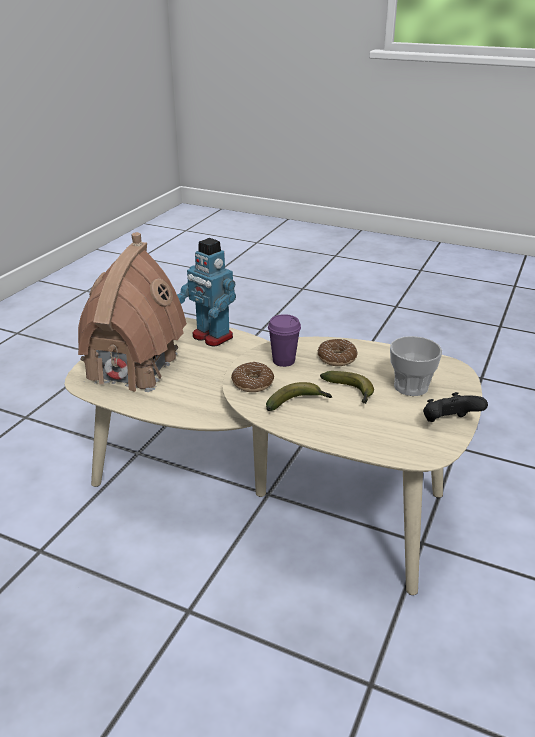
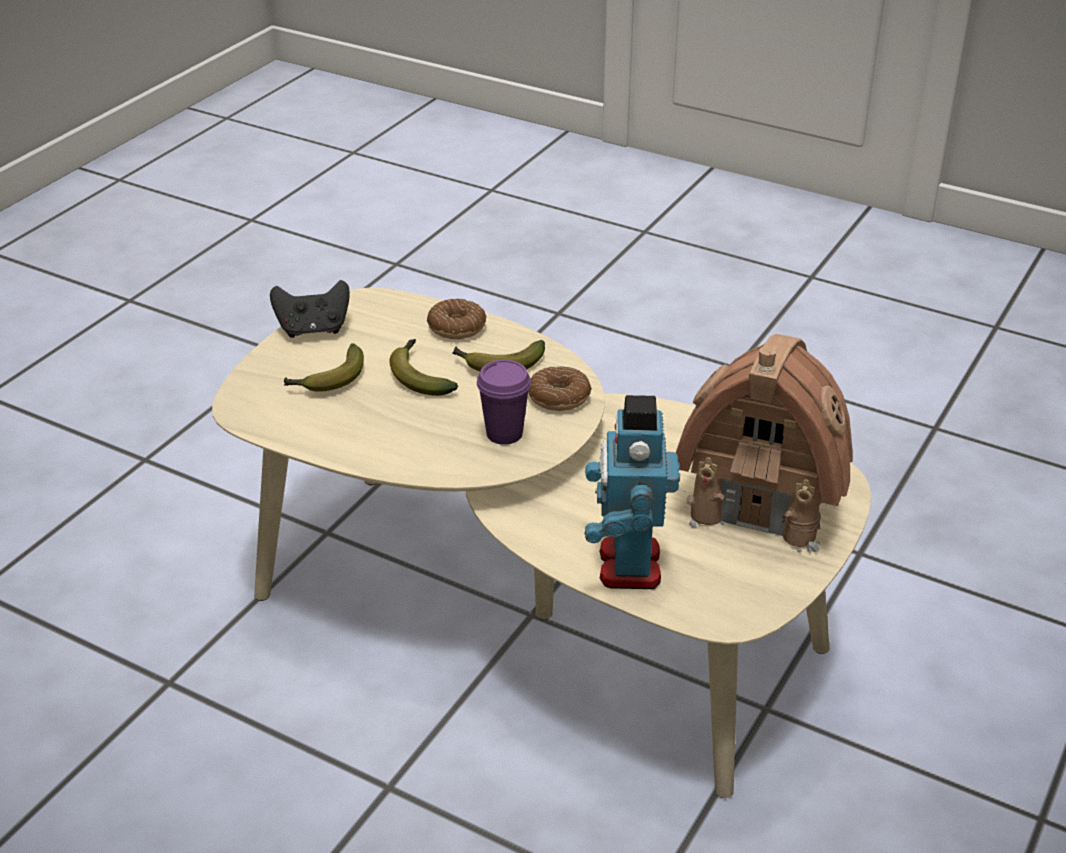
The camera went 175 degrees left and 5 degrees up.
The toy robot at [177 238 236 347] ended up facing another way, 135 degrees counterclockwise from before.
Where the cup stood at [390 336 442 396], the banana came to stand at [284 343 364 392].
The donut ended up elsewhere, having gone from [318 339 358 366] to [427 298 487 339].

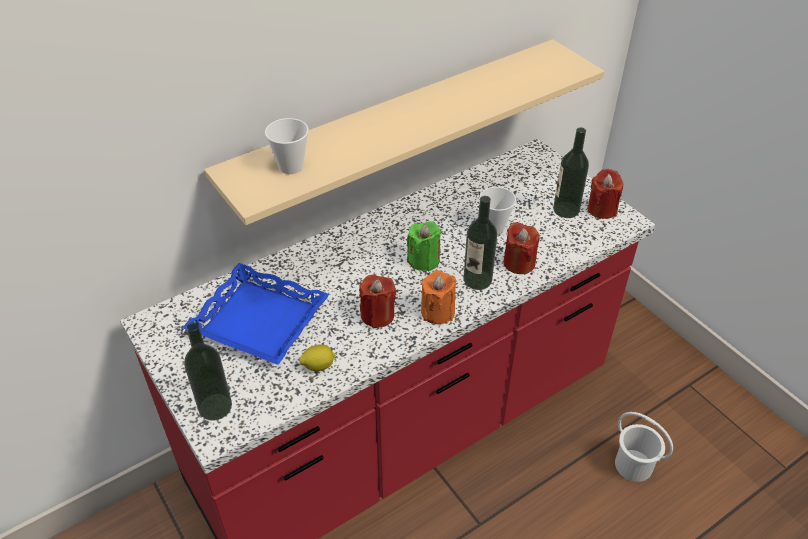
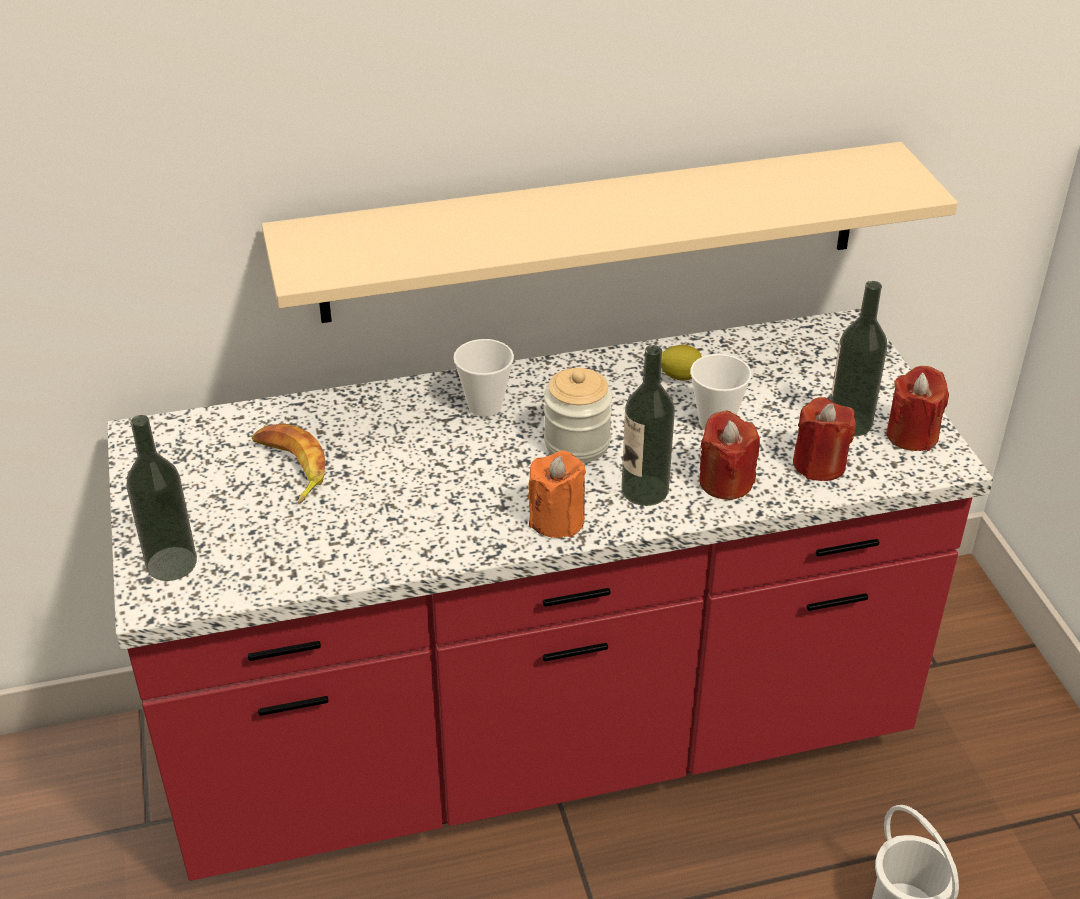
The camera went 20 degrees right and 5 degrees down.
The cup ended up elsewhere, having gone from [265 118 309 174] to [453 339 514 416].
Where the candle in green stood at [407 221 441 271], the jar came to stand at [544 368 612 463].
Where the tray in blue stood at [182 263 329 365], the banana came to stand at [252 423 325 504].
The candle in red ended up elsewhere, having gone from [359 275 396 328] to [793 397 856 481].
The lemon ended up elsewhere, having gone from [299 344 335 371] to [661 345 702 380].

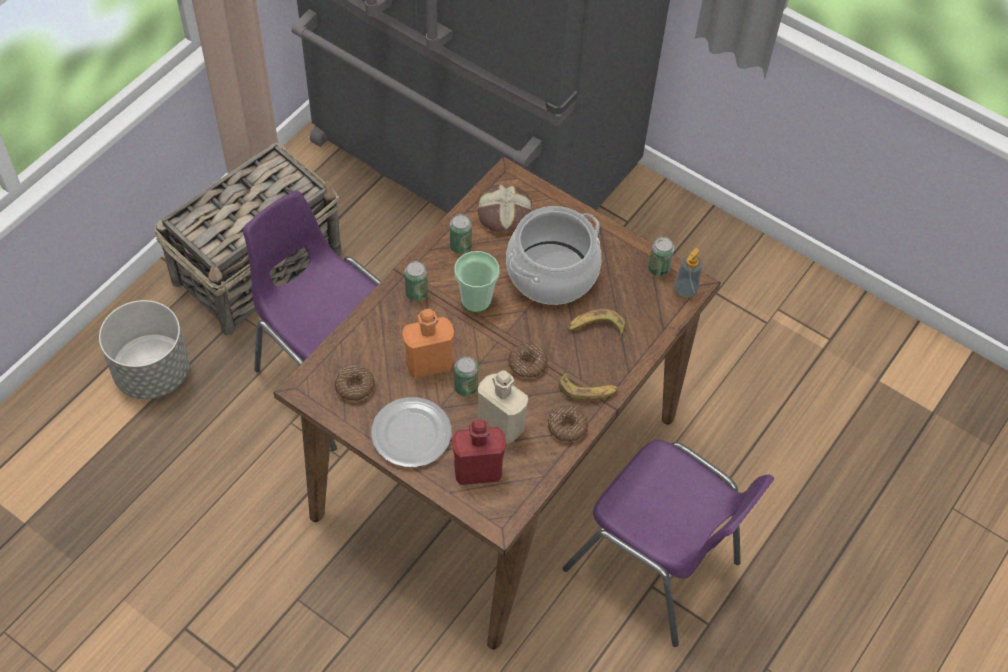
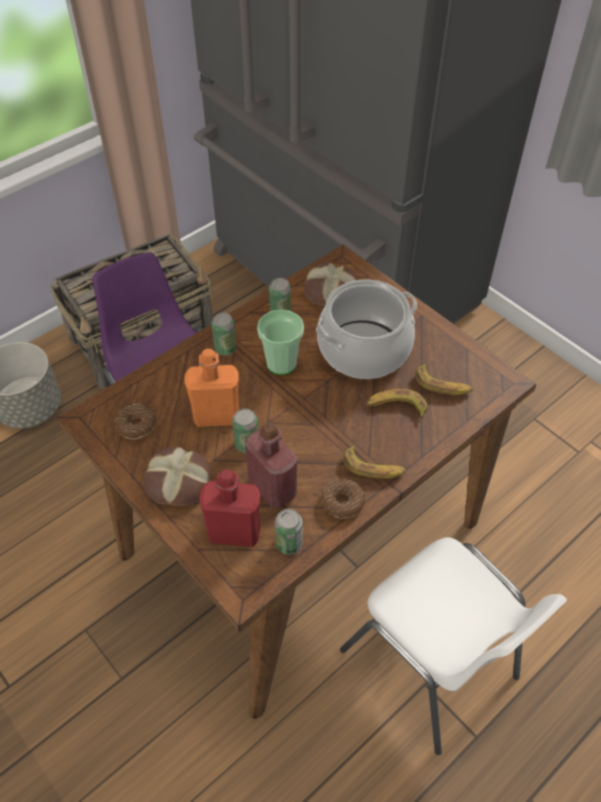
The camera went 15 degrees right and 5 degrees down.
The can ended up elsewhere, having gone from [648 237 674 276] to [275 509 303 555].
The second view lost the soap dispenser at [674 248 702 299].
The second view lost the donut at [508 343 548 378].
What was the bottle in beige at [478 371 528 444] turned into the bottle in red at [245 422 297 508].
Where the plate stood at [371 397 452 467], the bread came to stand at [144 447 212 506].
What was the chair in purple at [562 440 774 647] turned into the chair in white at [340 537 567 755].
The second view gained the banana at [415 363 473 395].

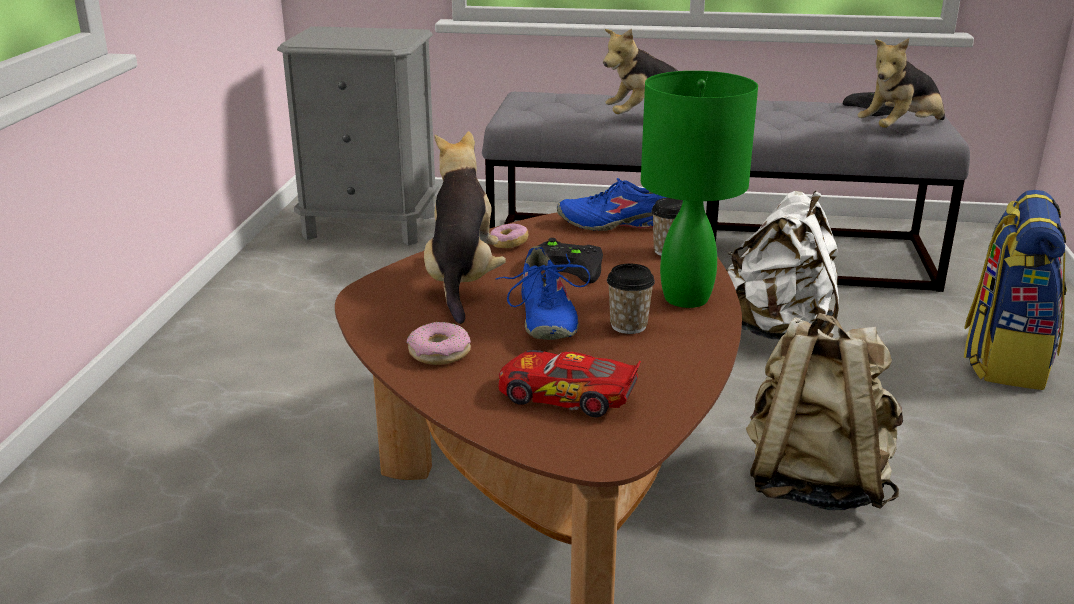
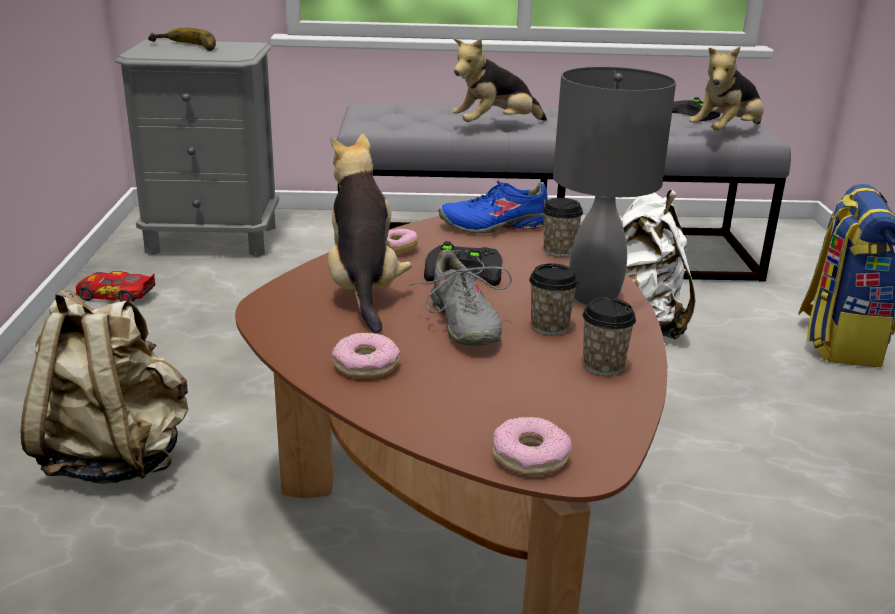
The camera went 10 degrees left and 0 degrees up.
What was the table lamp in green at [641 71 758 308] turned into the table lamp in grey at [553 67 676 305].
What was the shoe in blue at [496 246 590 340] turned into the shoe in grey at [410 249 512 346].
The backpack in beige ended up elsewhere, having gone from [746 313 903 510] to [20 289 188 484].
The toy car ended up elsewhere, having gone from [499 350 641 417] to [76 271 155 302].
The second view gained the banana at [148 28 216 51].
The second view gained the cup at [582 298 636 376].
The second view gained the donut at [493 417 572 476].

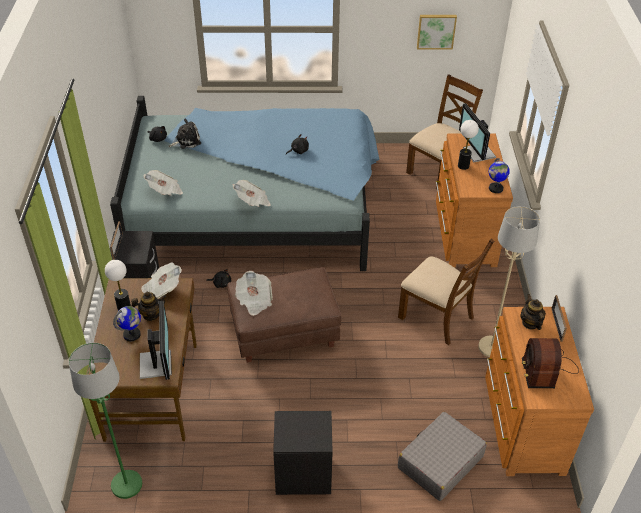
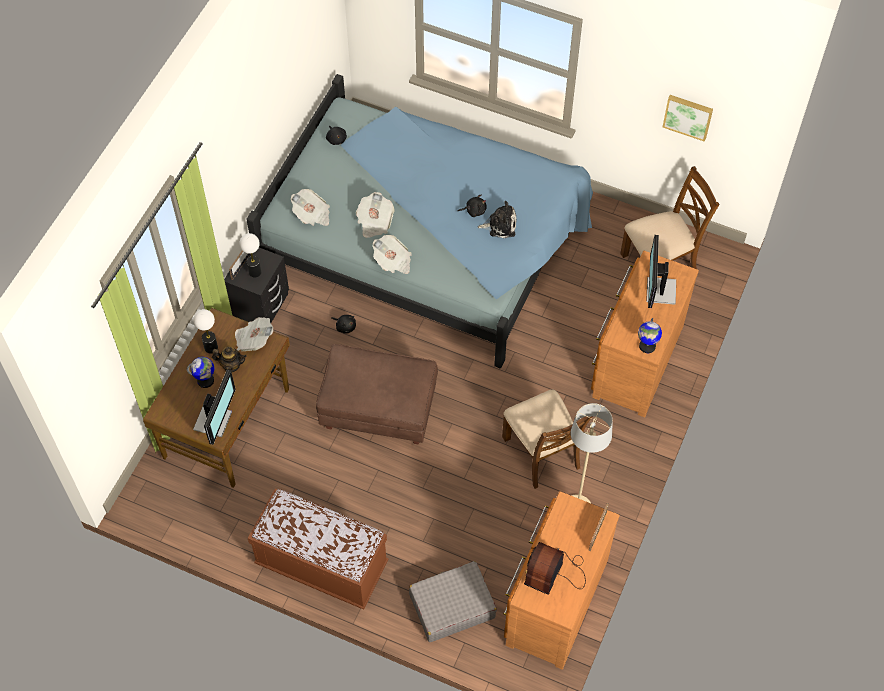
The camera went 25 degrees right and 15 degrees up.
The plush toy ended up elsewhere, having gone from [168 119 201 149] to [478 201 517 238].
The table lamp ended up elsewhere, having gone from [458 120 479 170] to [240 233 262 278].
The newspaper ended up elsewhere, having gone from [235 271 272 316] to [356 192 395 238].
The second view lost the teapot at [520 294 546 330].
The second view lost the floor lamp in green at [69 343 142 499].
Where the nightstand in black stood at [273 411 333 495], the bench in brown came to stand at [248 489 389 610].

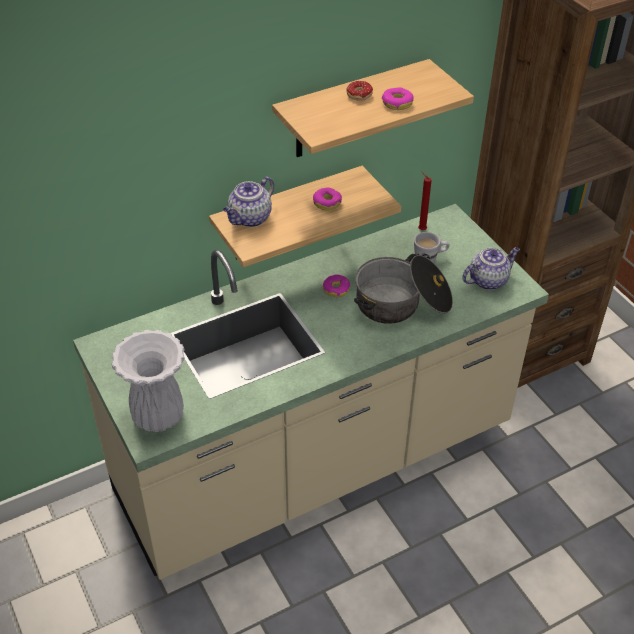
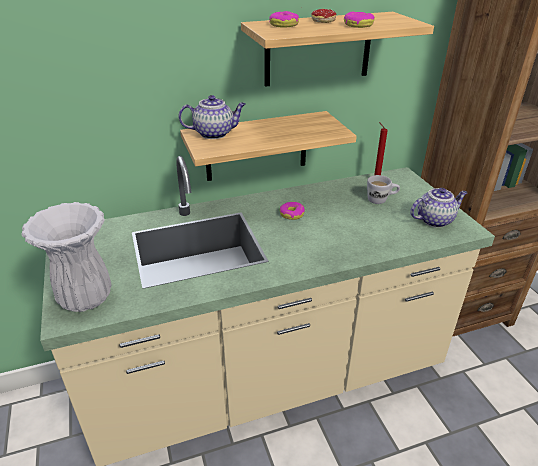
The camera went 10 degrees right and 10 degrees down.
The teapot at [223 177 274 227] ended up facing another way, 150 degrees counterclockwise from before.
The donut ended up elsewhere, having gone from [313 187 342 211] to [269 11 299 28].
The second view lost the cooking pot at [354 254 453 324].

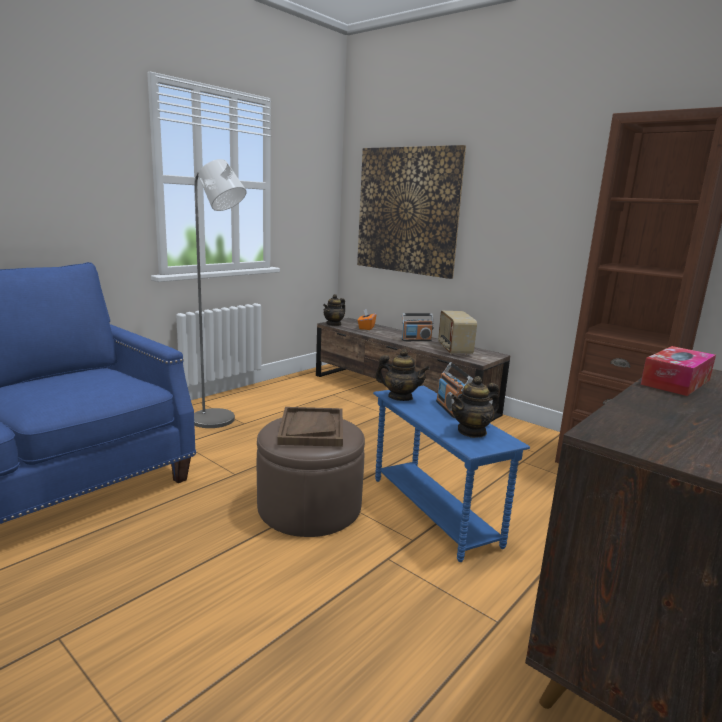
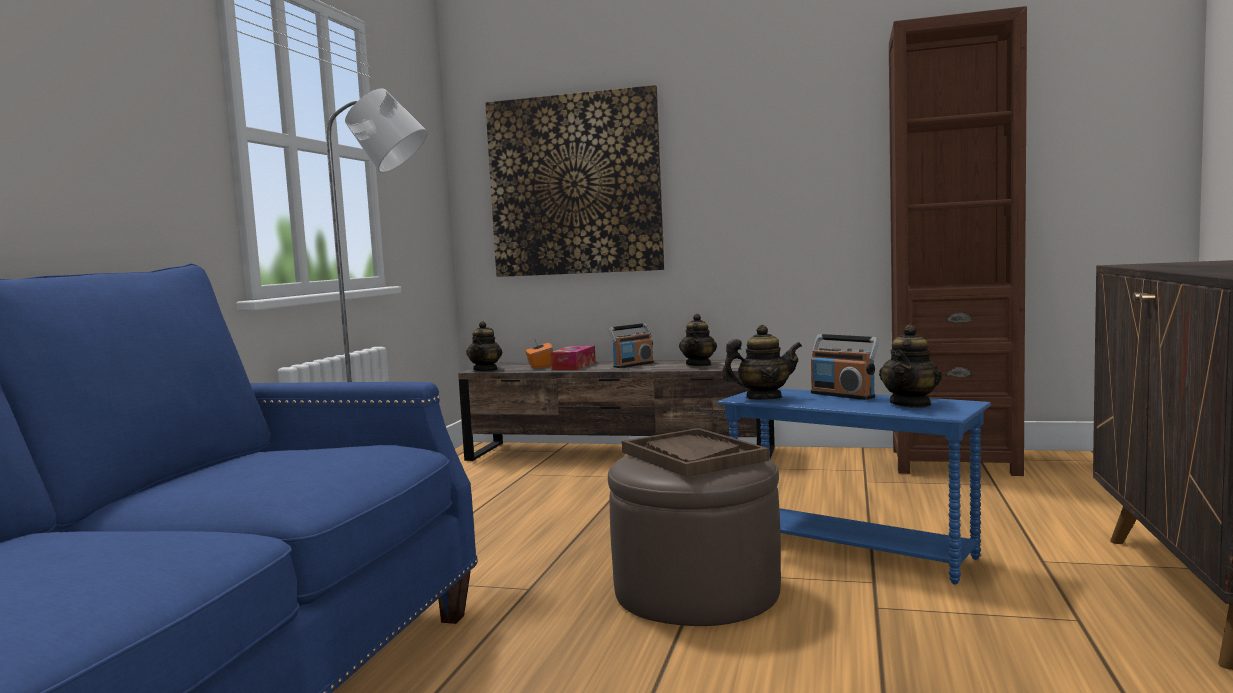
The camera went 25 degrees left and 10 degrees down.
Where the radio stood at [438 311 477 355], the teapot came to stand at [679 314 717 366].
The tissue box ended up elsewhere, having gone from [641 346 716 396] to [550 346 596 370].

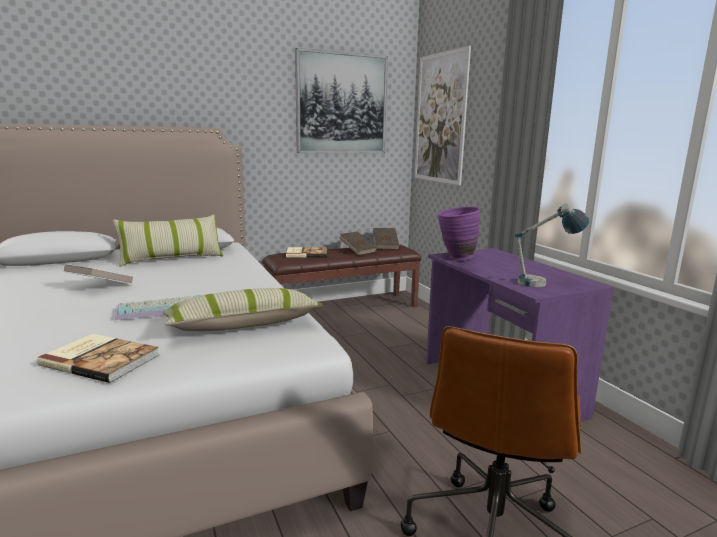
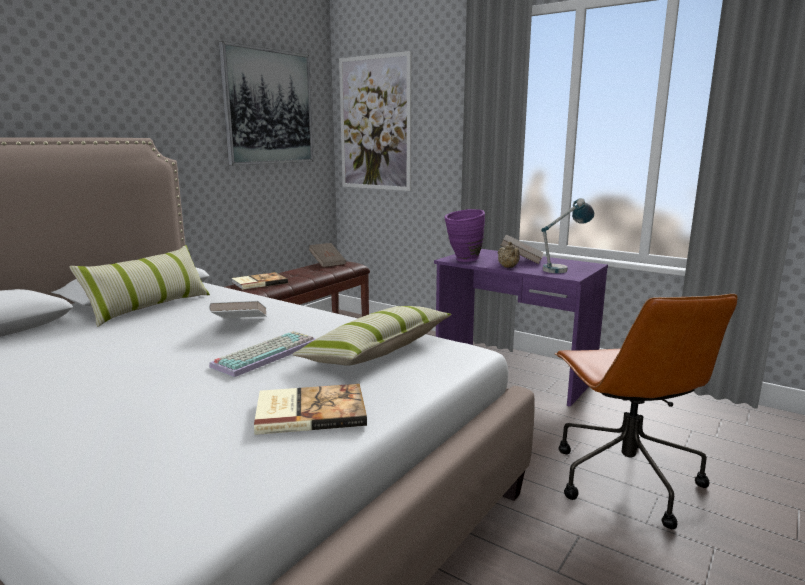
The camera went 30 degrees left and 0 degrees up.
The book in brown ended up elsewhere, having gone from [339 231 377 255] to [501 234 543 264].
The book in white ended up elsewhere, having gone from [63 264 134 284] to [209 301 267 318].
The second view gained the teapot in beige at [498 242 520 268].

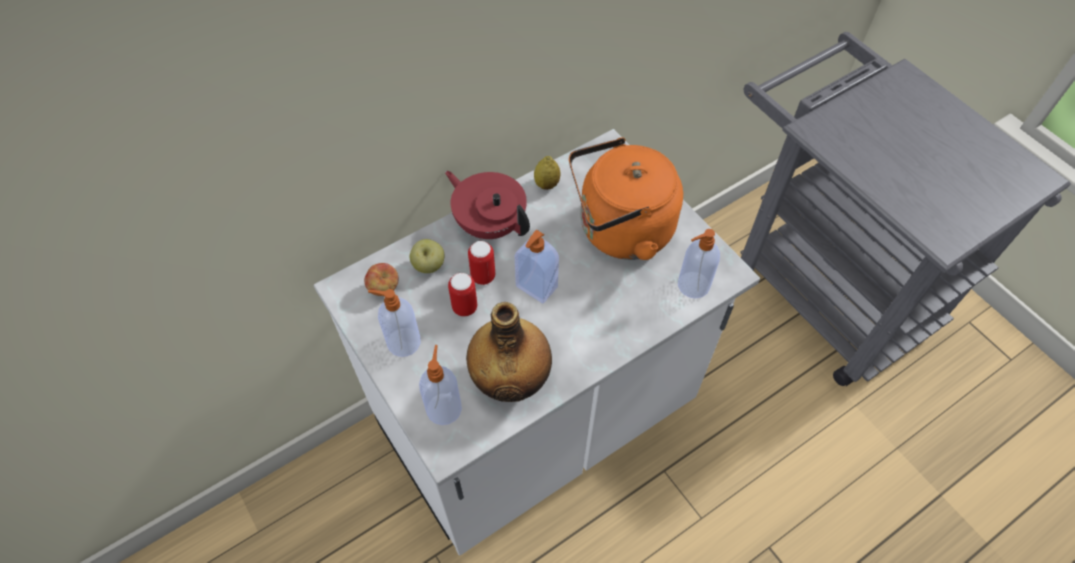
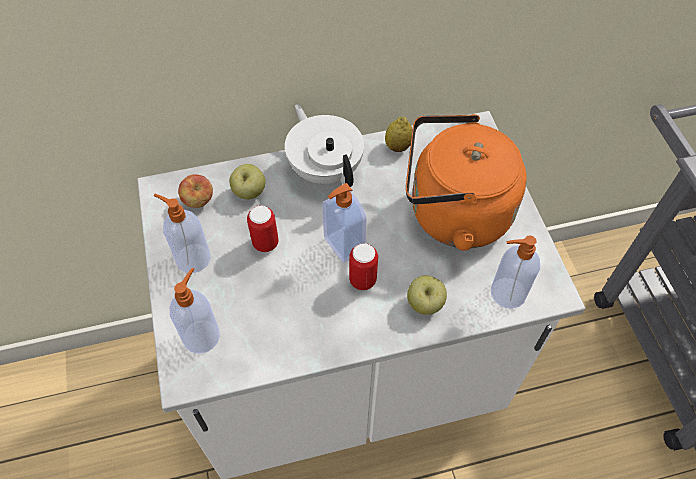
The camera went 20 degrees right and 0 degrees up.
What was the teapot in red at [445 171 530 239] turned into the teapot in white at [285 104 364 187].
The can ended up elsewhere, having gone from [468 241 495 285] to [349 243 378 291].
The second view lost the bottle at [466 302 552 402].
The second view gained the apple at [407 275 447 315].

